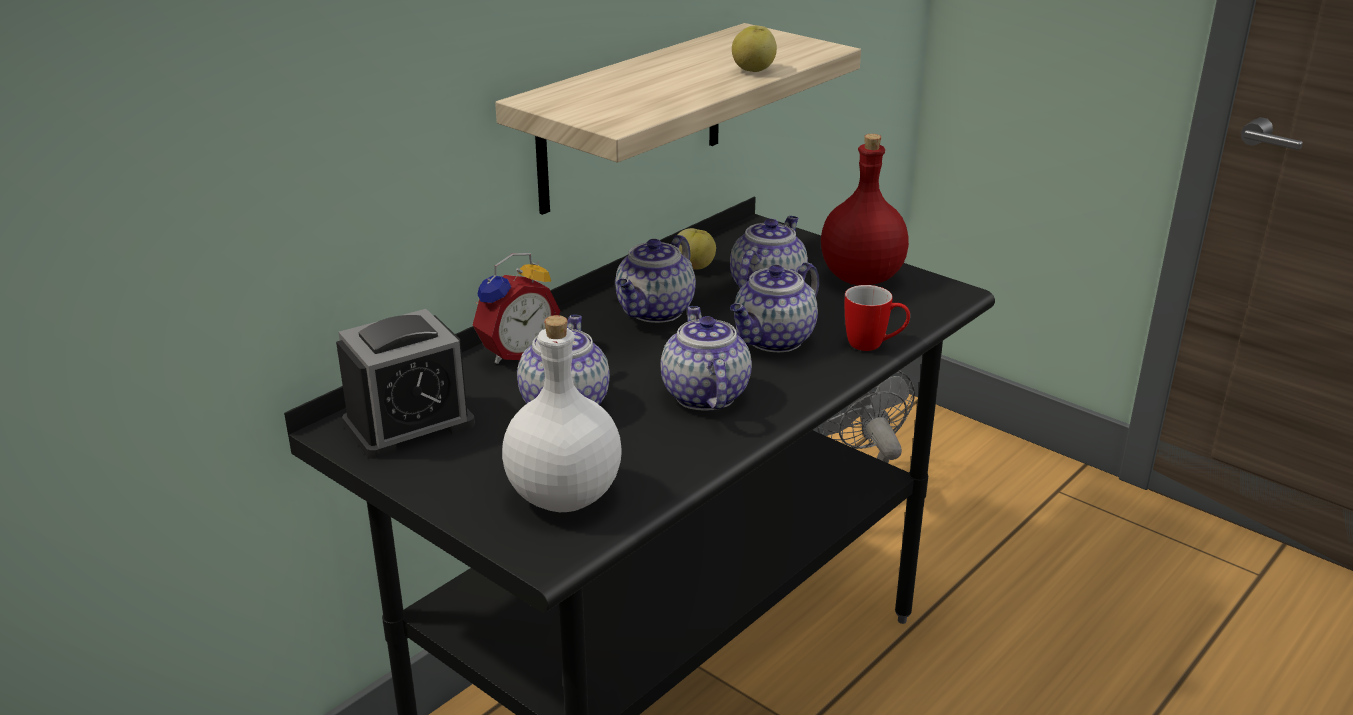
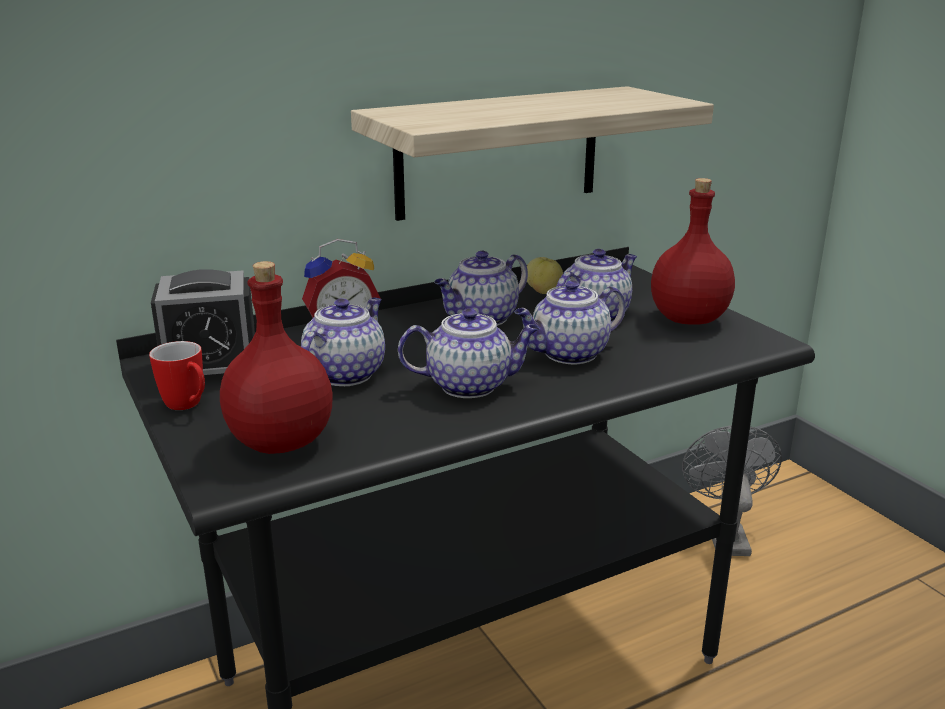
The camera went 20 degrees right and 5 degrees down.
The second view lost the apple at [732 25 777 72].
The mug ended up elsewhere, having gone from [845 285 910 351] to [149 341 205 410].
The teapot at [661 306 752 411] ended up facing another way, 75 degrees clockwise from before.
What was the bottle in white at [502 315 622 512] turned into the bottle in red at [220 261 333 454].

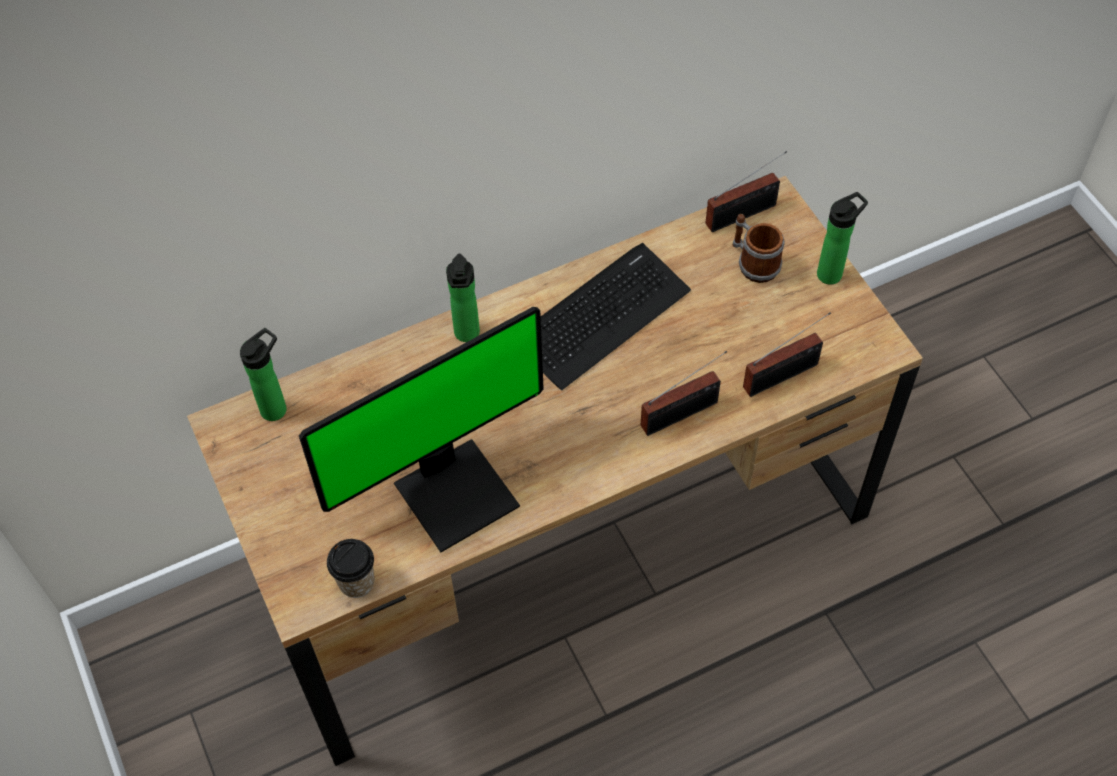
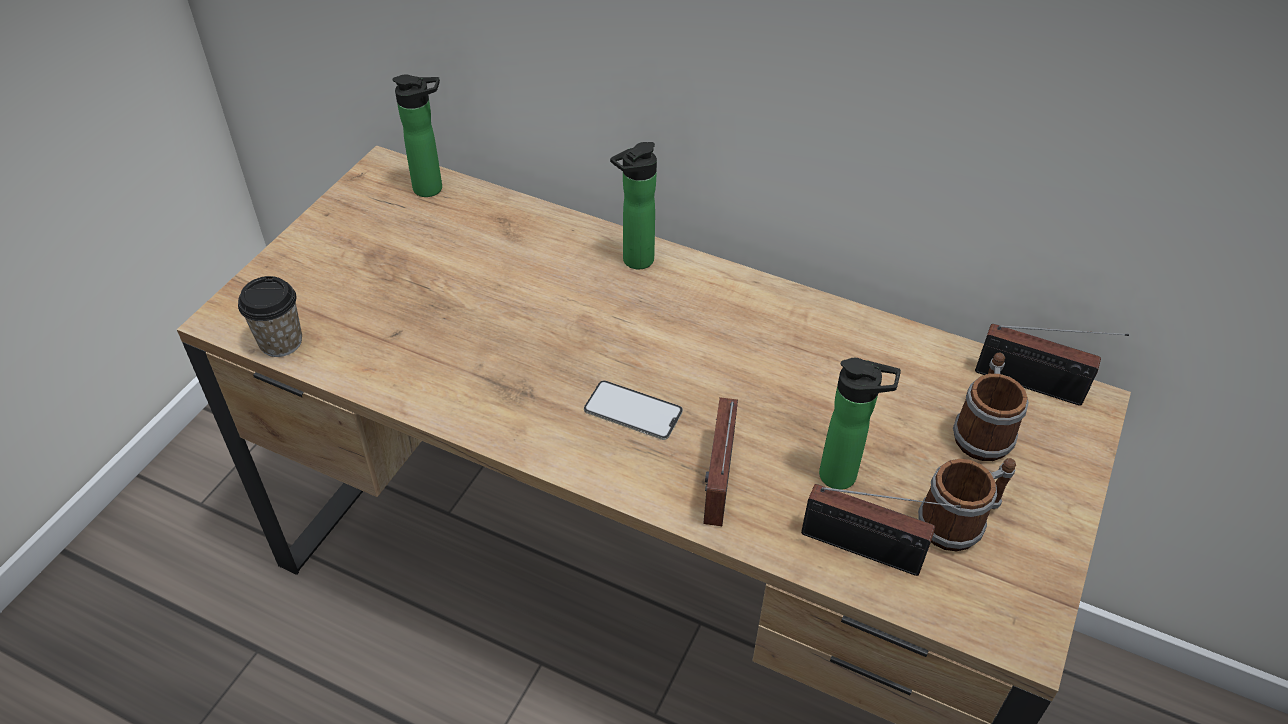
The camera went 50 degrees right and 10 degrees down.
The bottle ended up elsewhere, having gone from [817 192 868 285] to [819 358 901 490].
The second view lost the keyboard at [541 243 691 390].
The second view lost the monitor at [299 307 544 552].
The radio at [641 351 727 436] ended up facing another way, 75 degrees clockwise from before.
The second view gained the phone at [584 380 683 440].
The second view gained the mug at [918 458 1016 551].

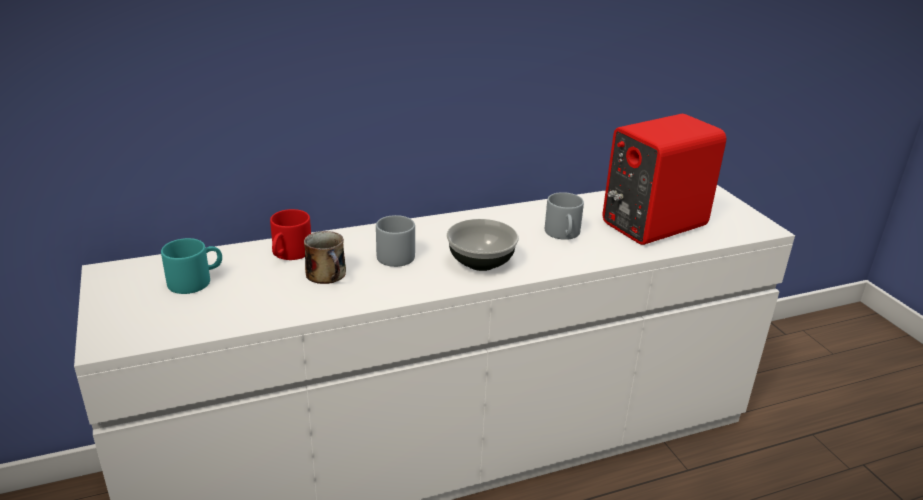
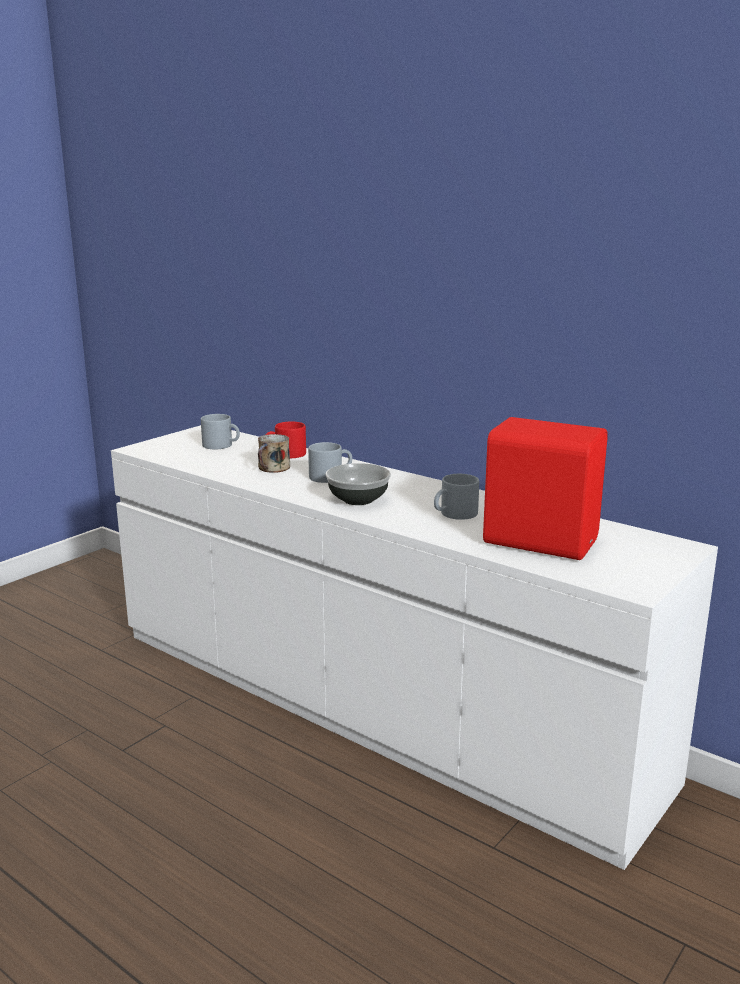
The camera went 60 degrees right and 10 degrees down.
What was the mug in turquoise at [161 238 222 294] turned into the mug in grey at [201 414 240 449].

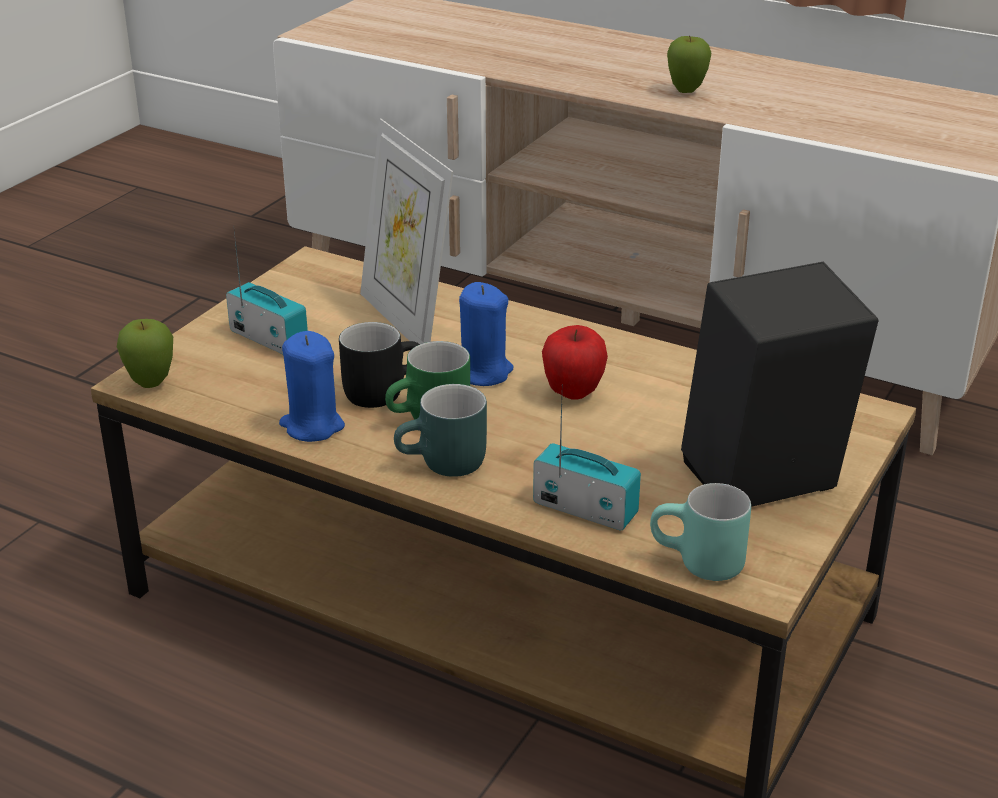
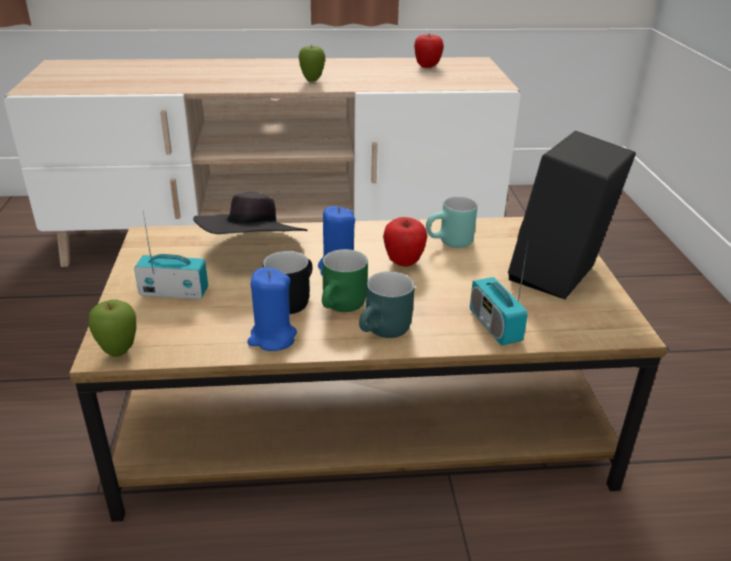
The camera went 35 degrees left and 0 degrees up.
Where the picture frame stood at [360 118 453 344], the hat in black came to stand at [193 192 308 234].
The radio at [533 385 641 531] ended up facing another way, 105 degrees counterclockwise from before.
The mug in turquoise ended up elsewhere, having gone from [650 483 751 581] to [426 197 477 248].
The second view gained the apple at [414 34 444 68].

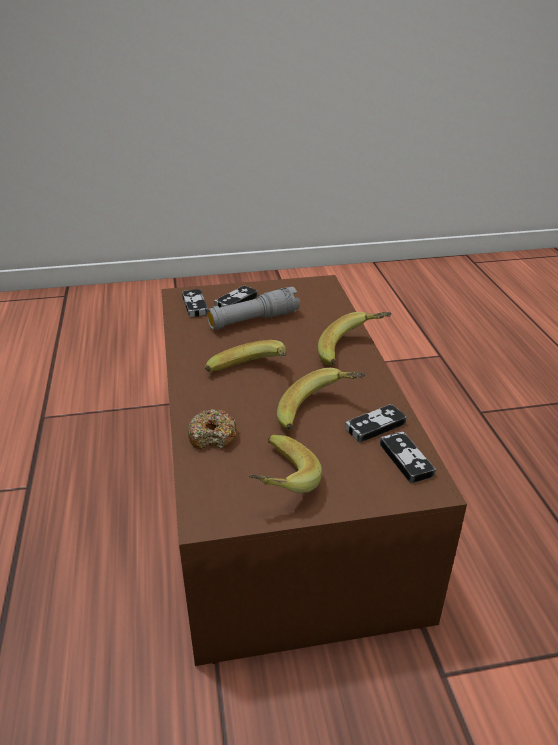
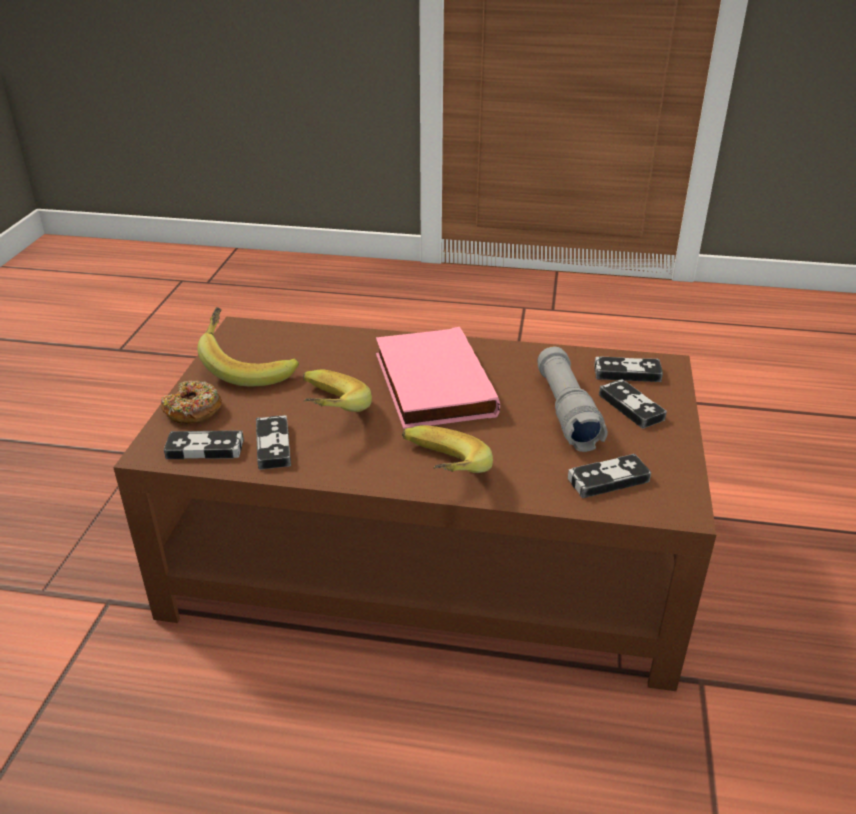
The camera went 110 degrees right and 0 degrees up.
Where the banana stood at [205 340 286 372], the book in pink came to stand at [376 327 500 429].
The donut ended up elsewhere, having gone from [188 409 237 449] to [161 380 222 424].
The second view gained the game controller at [568 454 651 498].

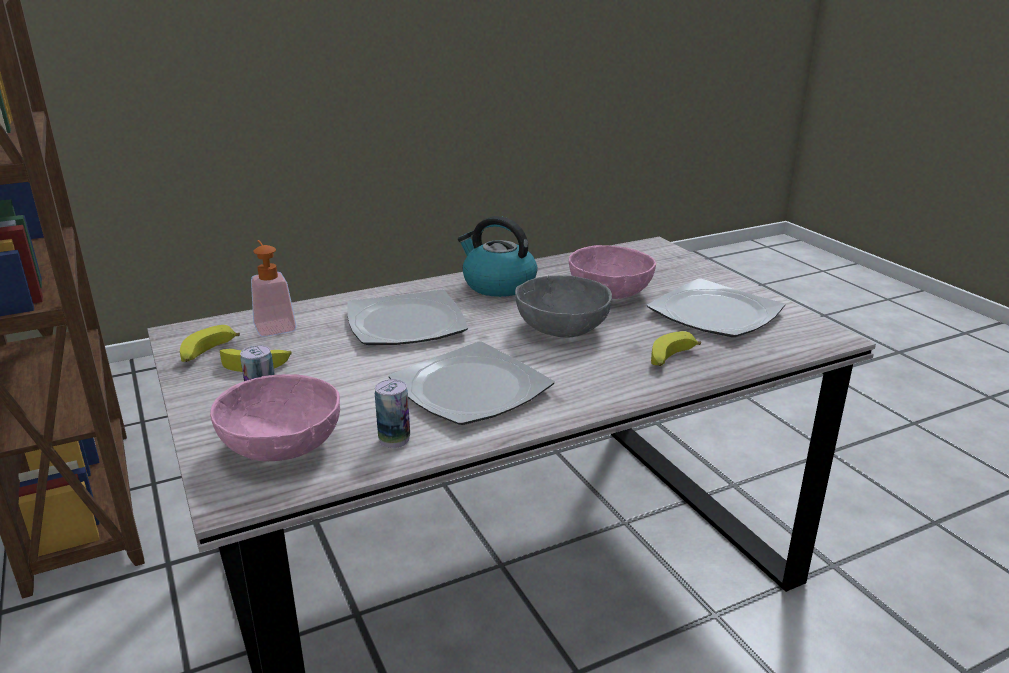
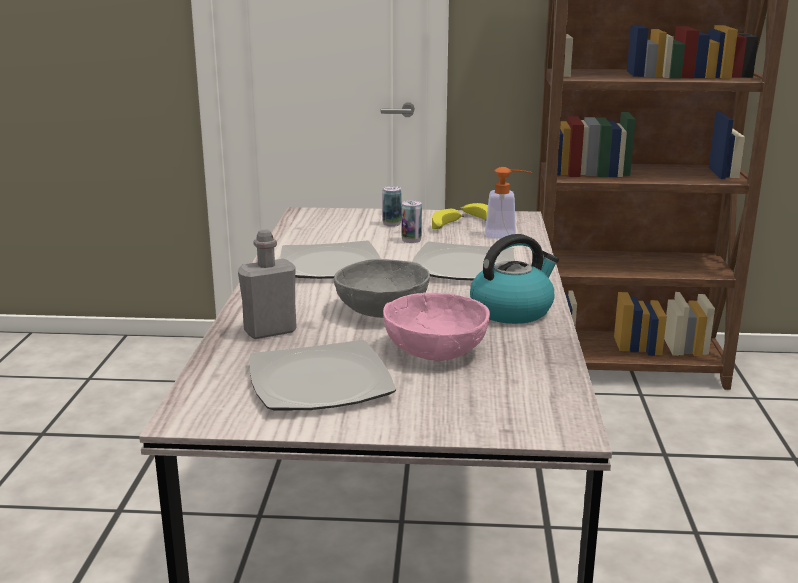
The camera went 120 degrees right and 5 degrees down.
Where the banana stood at [651 331 701 366], the bottle in grey came to stand at [238 230 297 339].
The second view lost the bowl in pink at [210 374 340 461].
The can ended up elsewhere, having gone from [375 379 410 448] to [402 201 422 243].

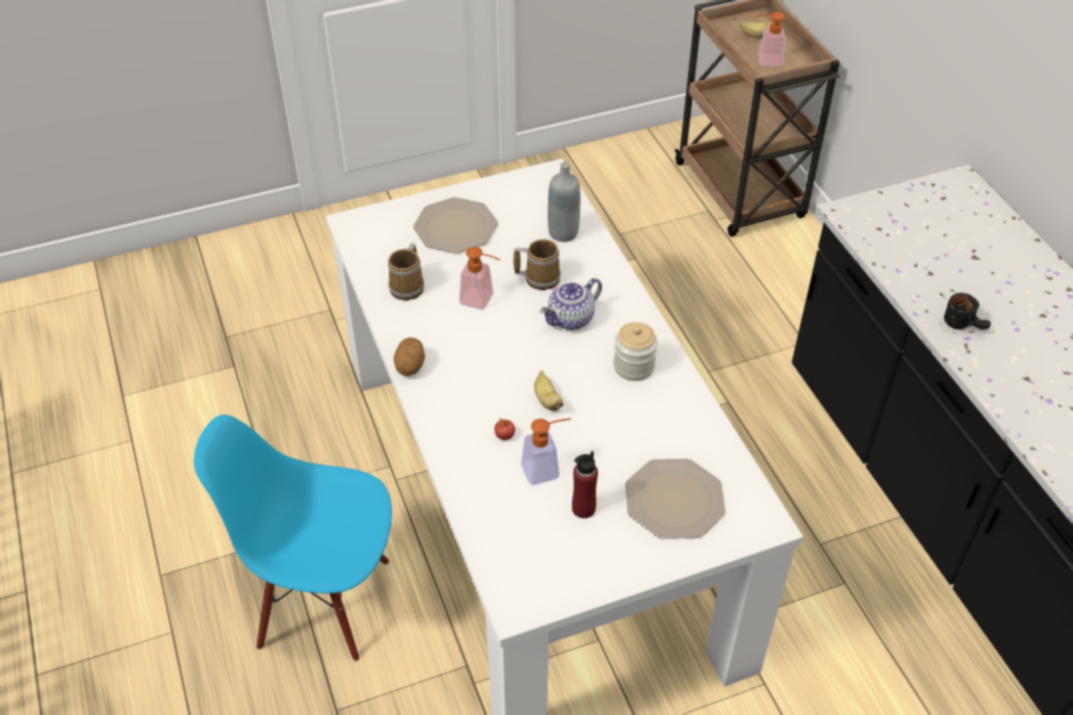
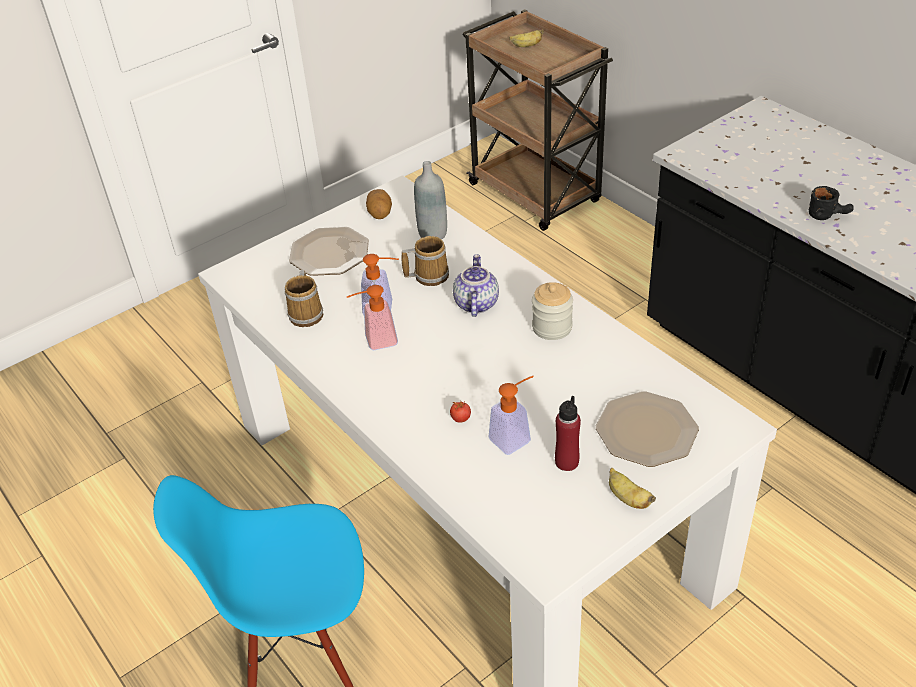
The camera went 15 degrees left and 5 degrees down.
The soap dispenser ended up elsewhere, having gone from [755 12 785 67] to [347 285 398 350].
The teapot at [540 278 602 330] ended up facing another way, 150 degrees clockwise from before.
The potato ended up elsewhere, having gone from [394 337 425 376] to [366 189 392 219].
The banana ended up elsewhere, having gone from [534 371 564 411] to [609 468 656 509].

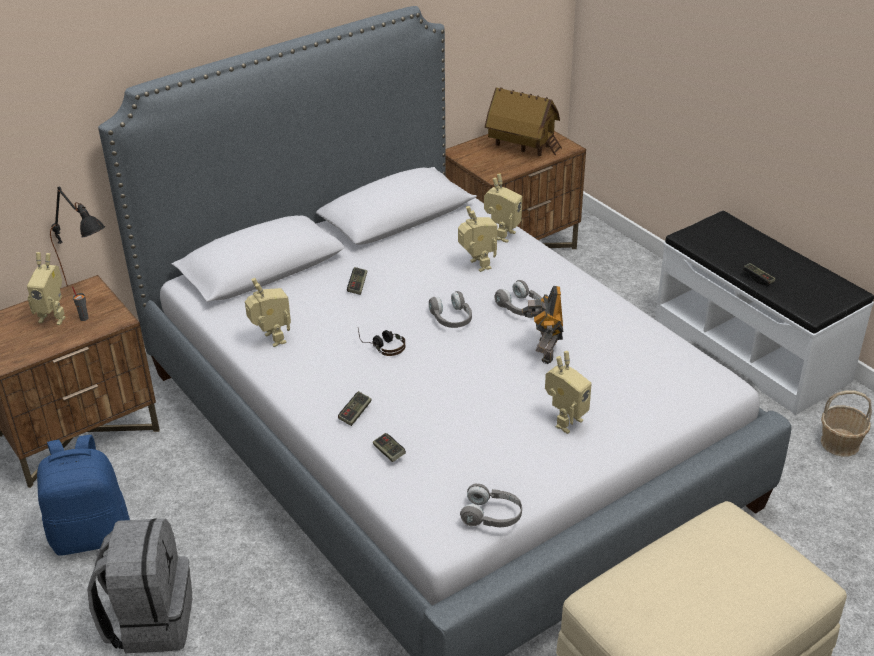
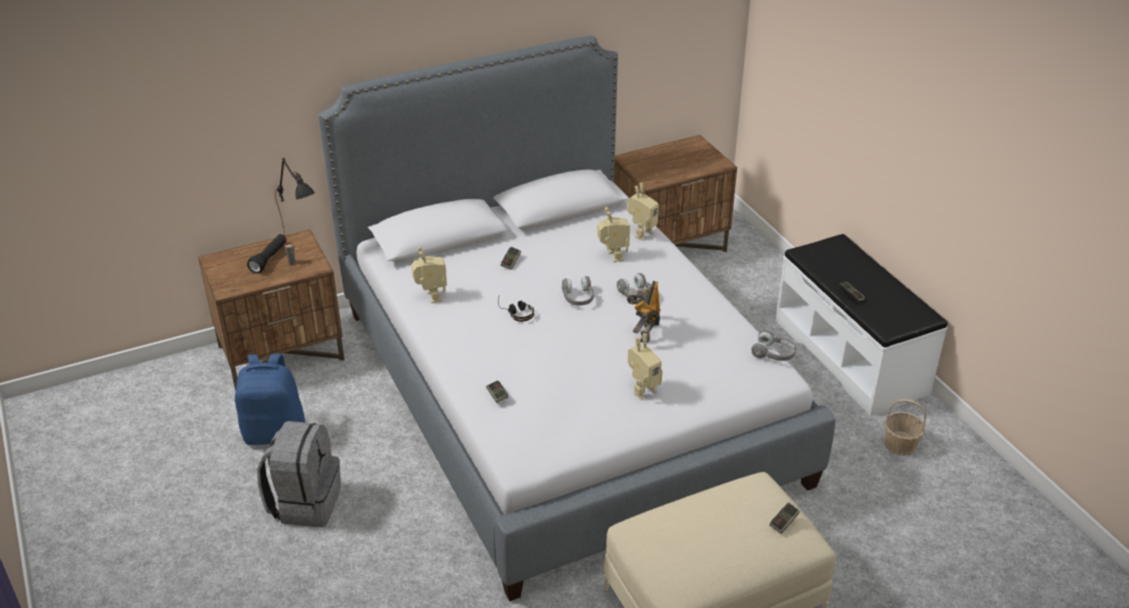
The camera went 10 degrees right and 0 degrees up.
The second view lost the toy house at [485 87 562 156].
Where the toy robot stood at [27 252 66 325], the flashlight in black came to stand at [247 234 287 273].
The game controller ended up elsewhere, having gone from [338 391 372 426] to [770 503 800 534].
The headphones in grey ended up elsewhere, having gone from [460 483 522 527] to [751 330 796 361].

